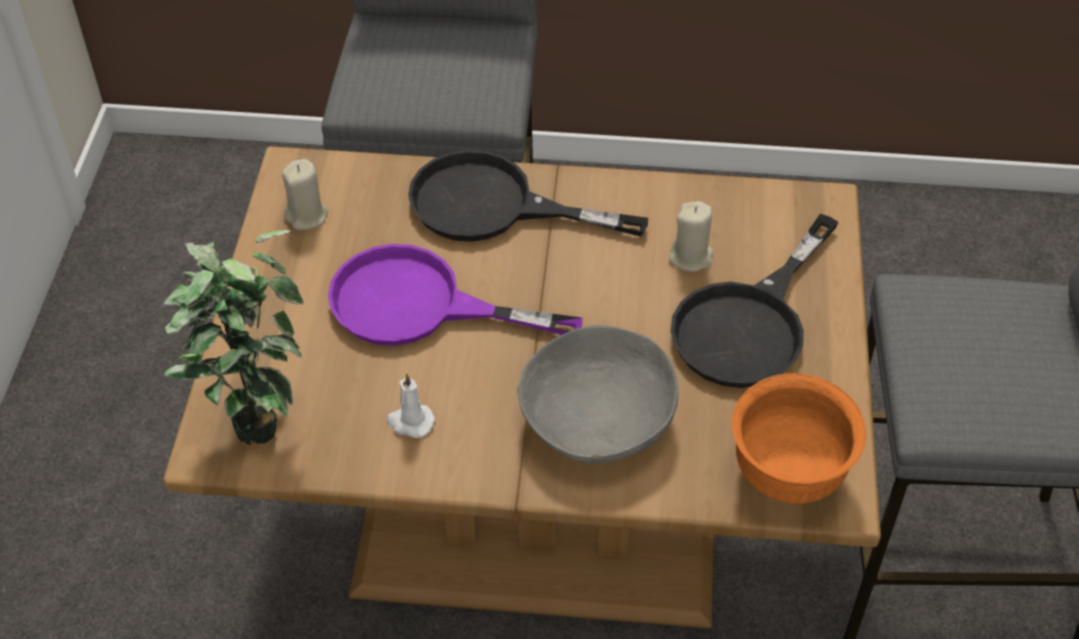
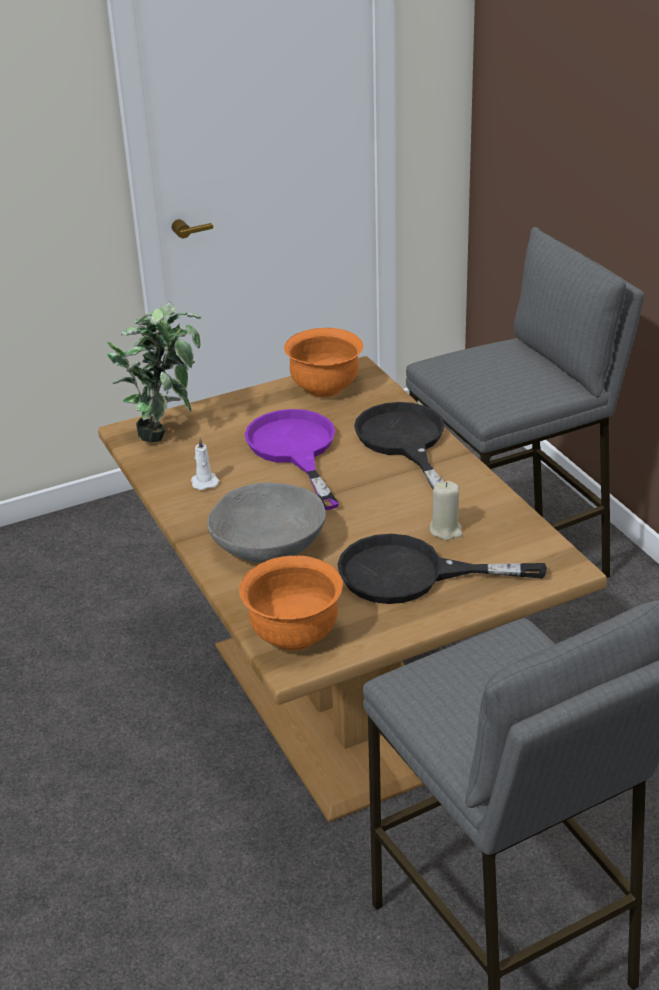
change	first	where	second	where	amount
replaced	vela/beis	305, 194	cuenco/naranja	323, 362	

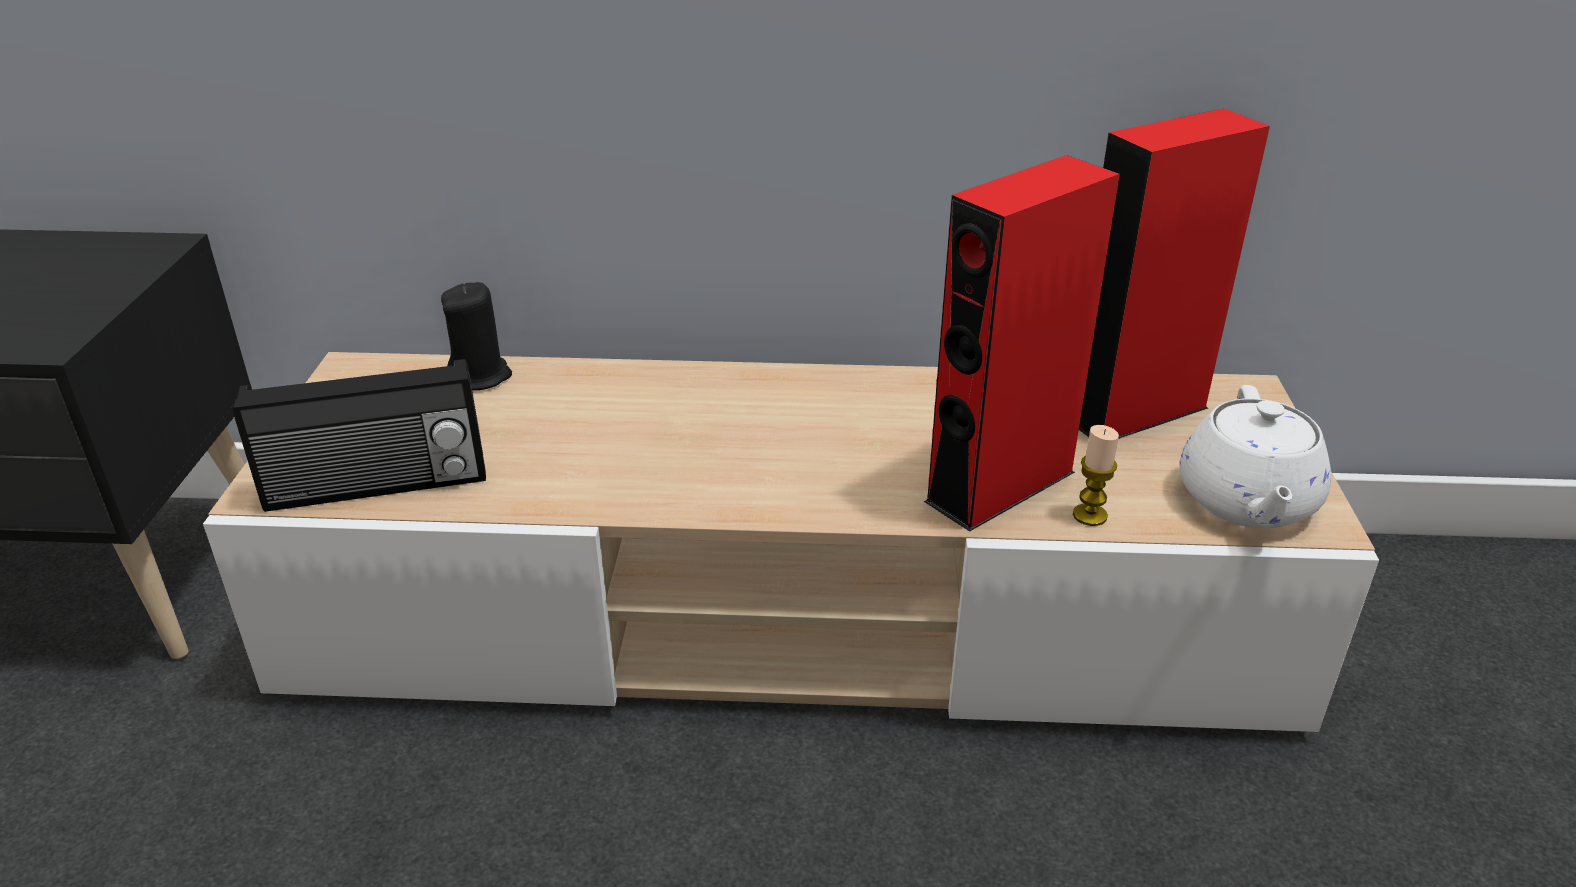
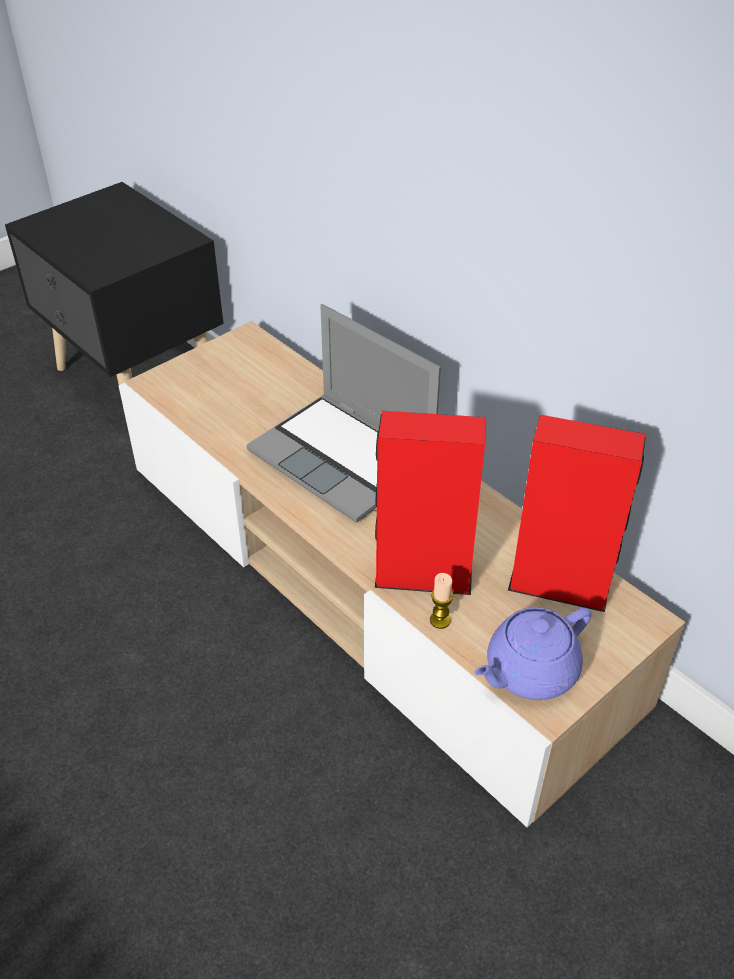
change	first	where	second	where	amount
removed	radio	359, 435			
removed	vela/negro	476, 336			
added			portátil	344, 413	
recoloured	tetera/blanco	1255, 456	tetera/morado	533, 653	

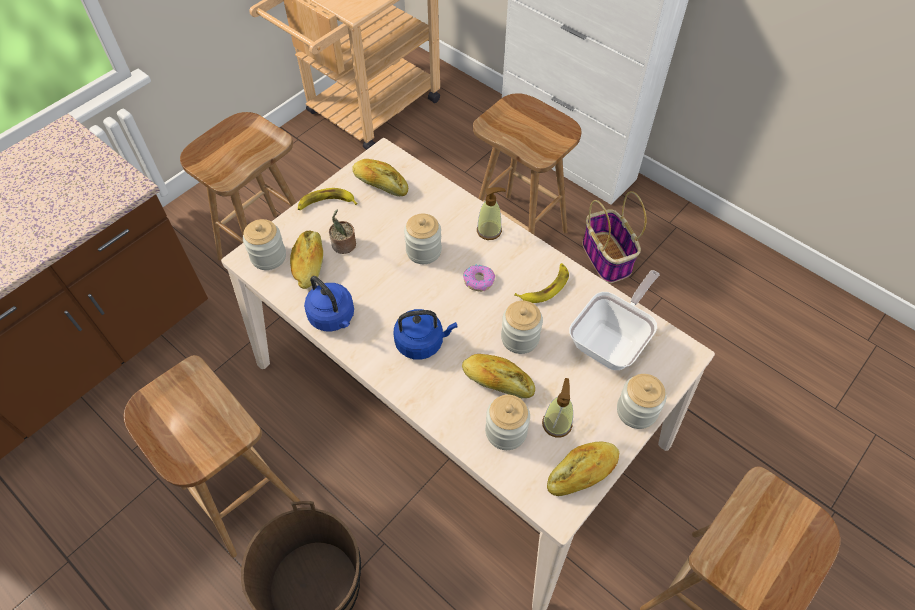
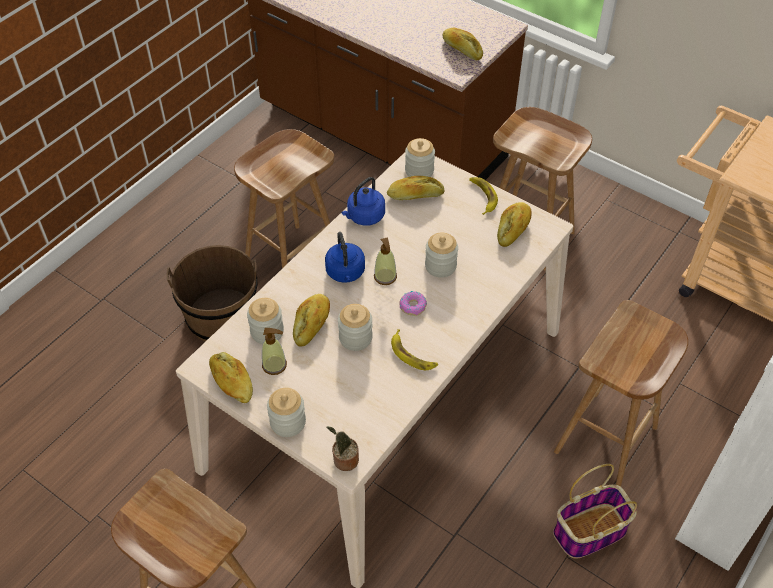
change	first	where	second	where	amount
removed	sartén	614, 320			
added			pan	463, 44	
moved	planta en maceta	342, 231		342, 448	
moved	dispensador de jabón	491, 213		385, 261	

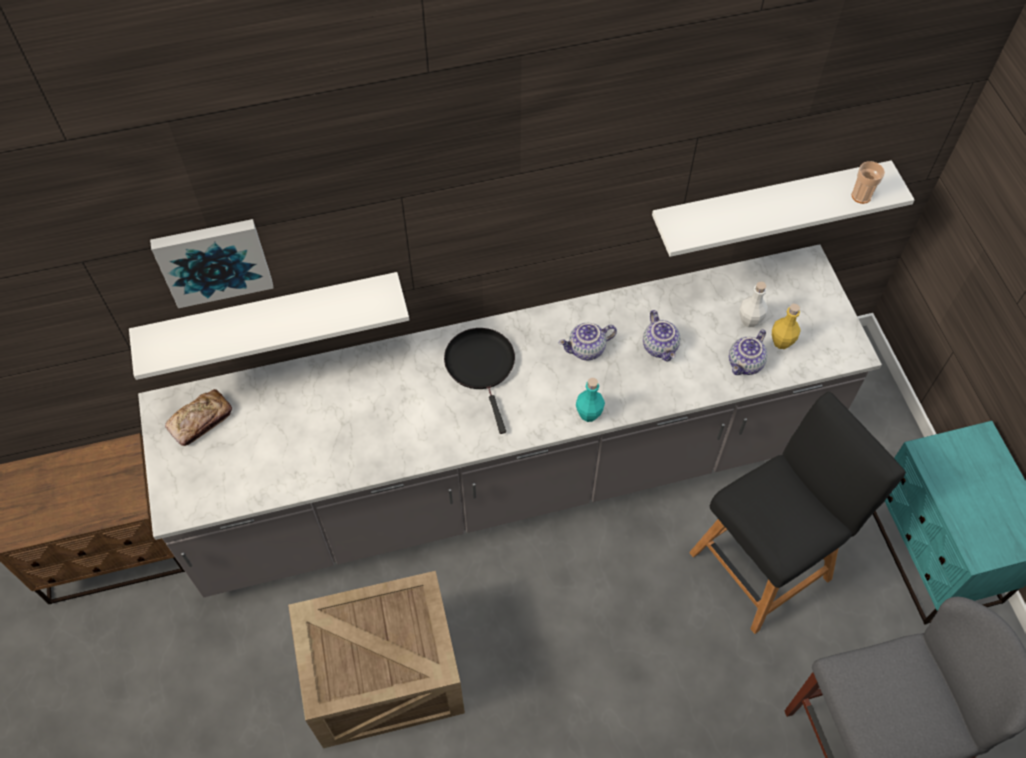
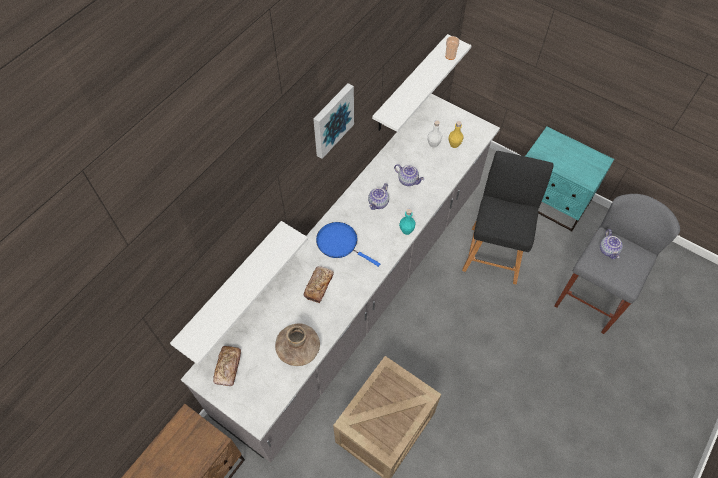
change	first	where	second	where	amount
added			florero/marrón	297, 344	
added			pan	319, 284	
moved	cuadro	212, 263		333, 121	
moved	tetera	748, 352		611, 244	
recoloured	sartén/negro	479, 381	sartén/azul	348, 244	

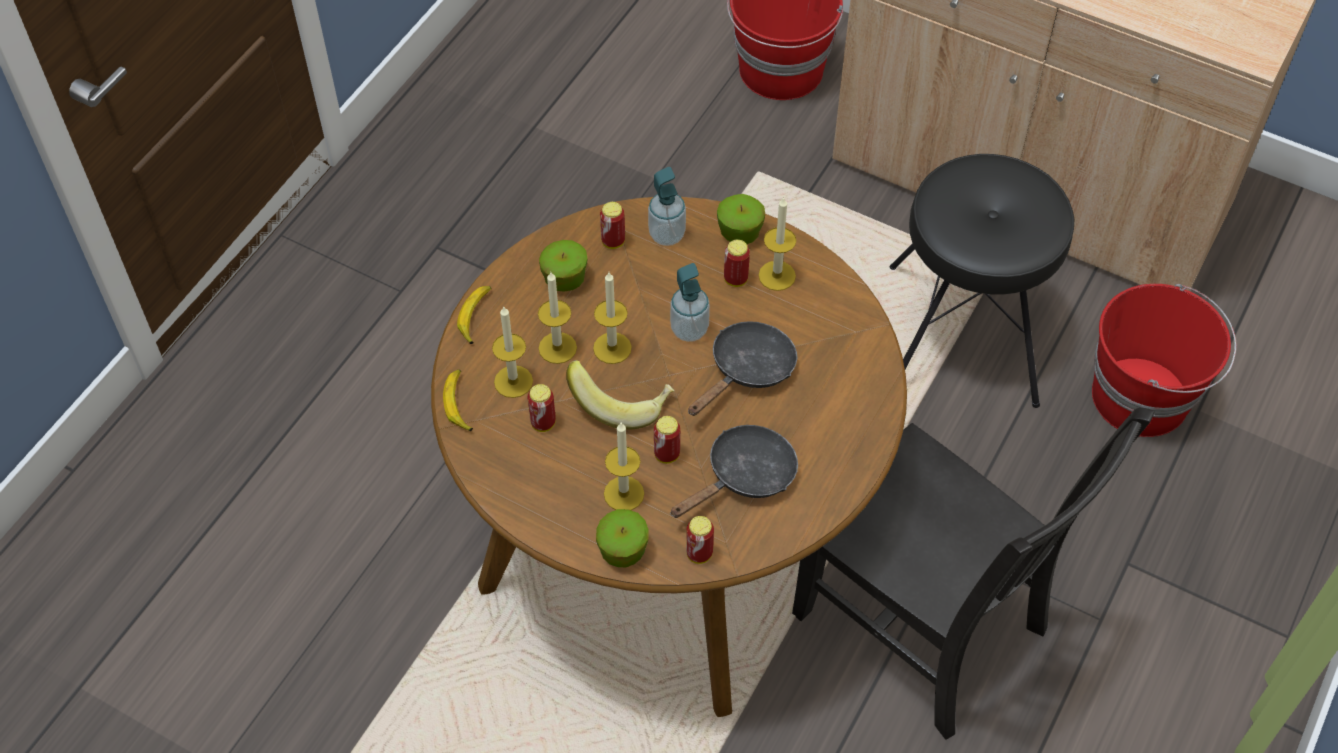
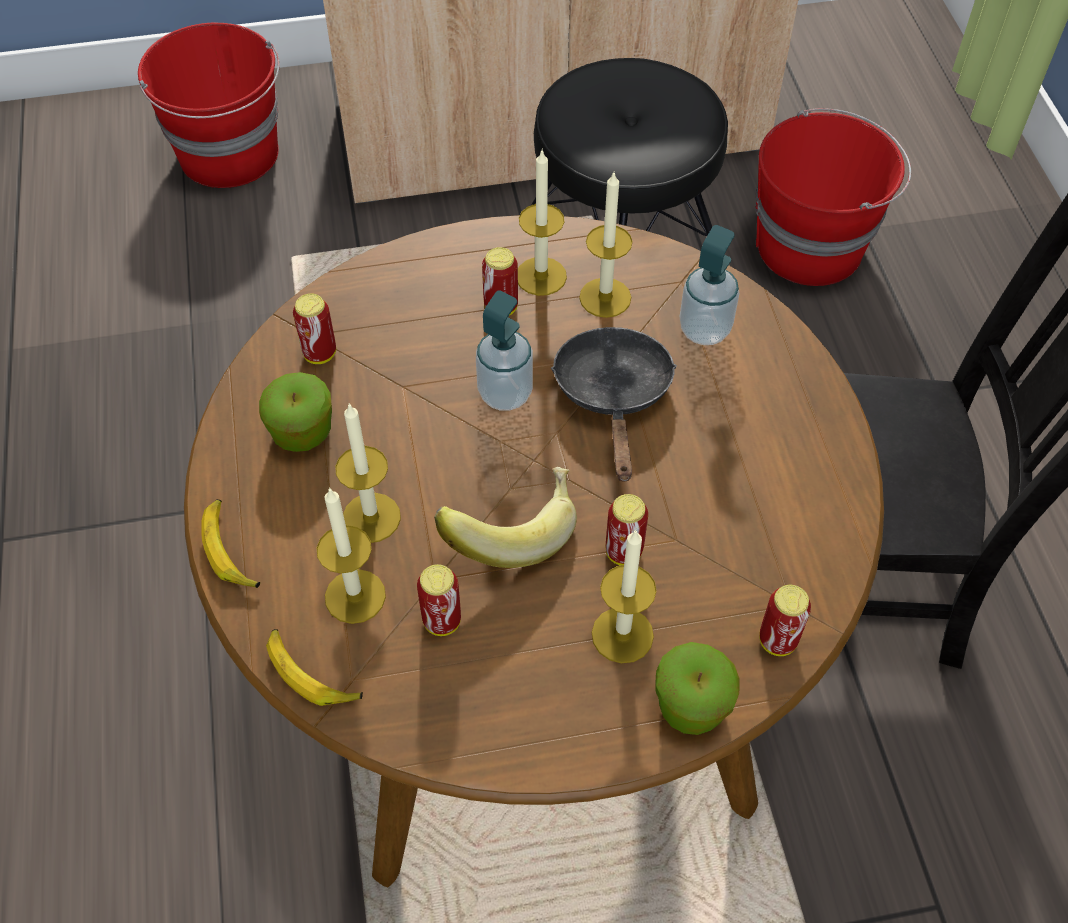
change	first	where	second	where	amount
removed	sartén/negro	734, 471			
removed	manzana	741, 219			
moved	vela	612, 318		606, 245	
moved	dispensador de jabón	667, 206		709, 285	

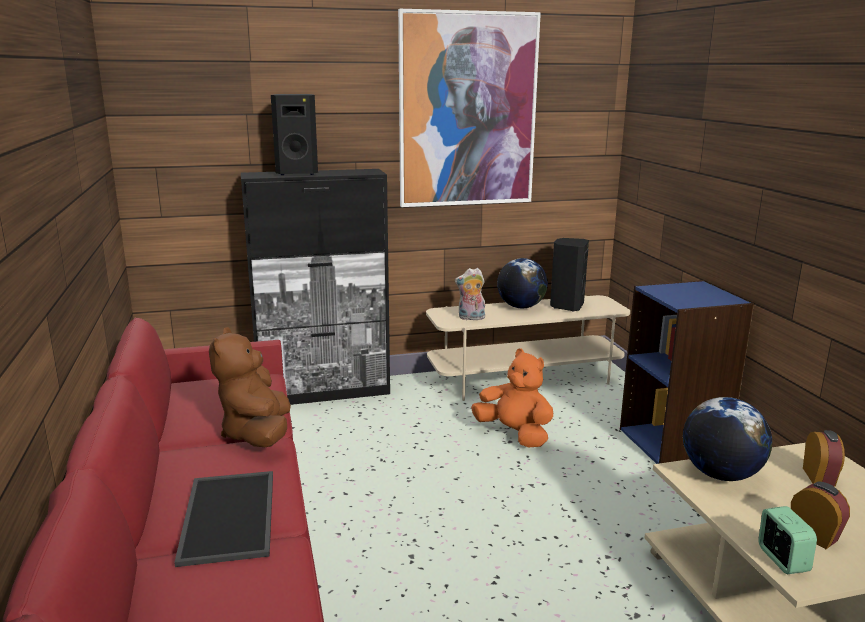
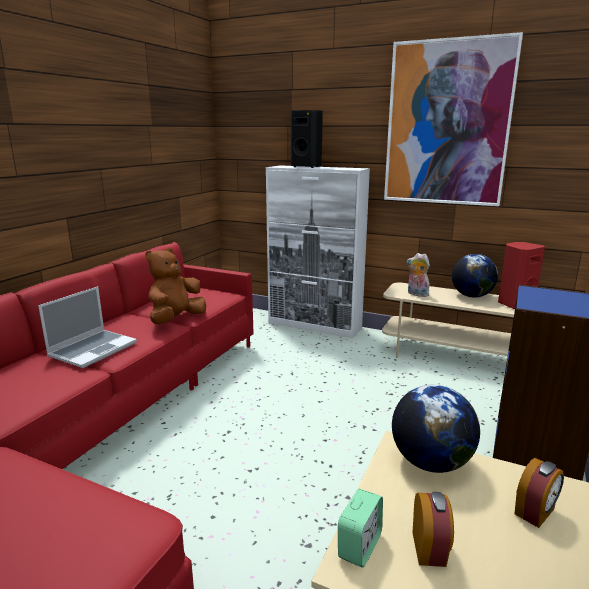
change	first	where	second	where	amount
removed	peluche/naranja	512, 398			
replaced	bandeja	223, 519	portátil	87, 327	
recoloured	armario/negro	315, 287	armario/blanco	318, 252	
recoloured	altavoz/negro	569, 274	altavoz/rojo	521, 275	

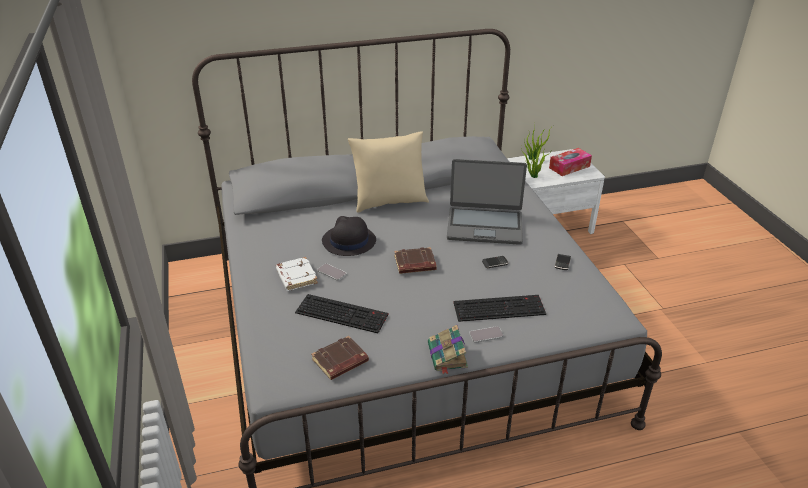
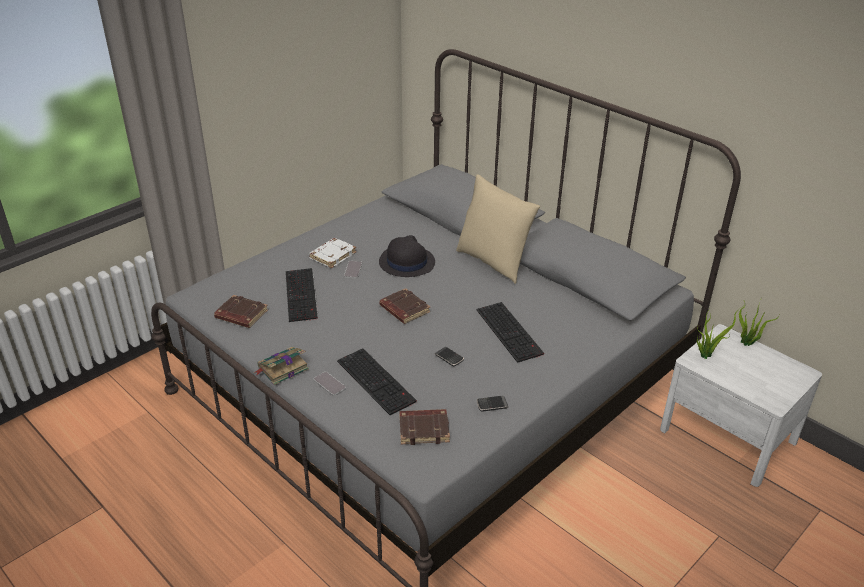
change	first	where	second	where	amount
removed	caja de pañuelos	570, 162			
added			libro/marrón	424, 427	
replaced	portátil	487, 202	teclado	510, 332	

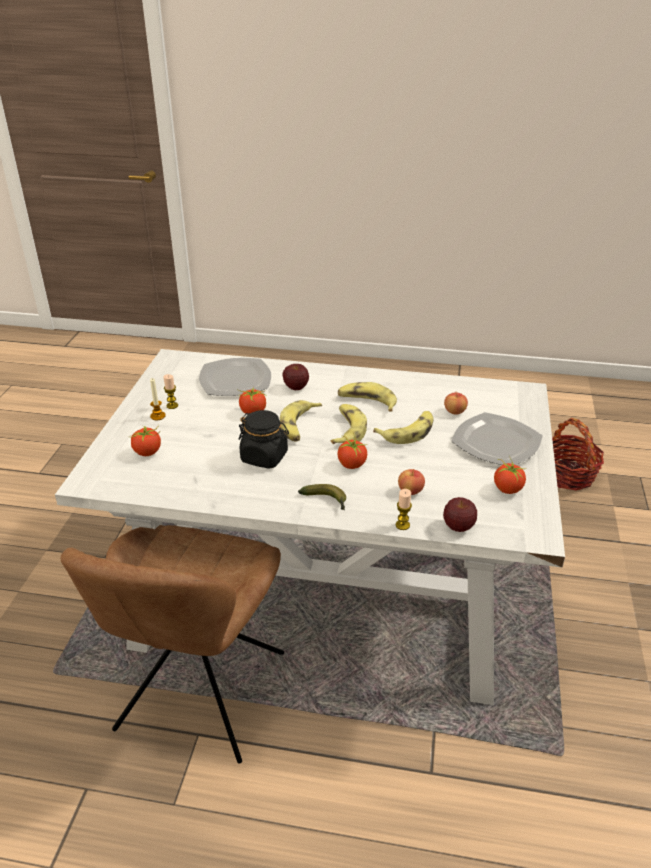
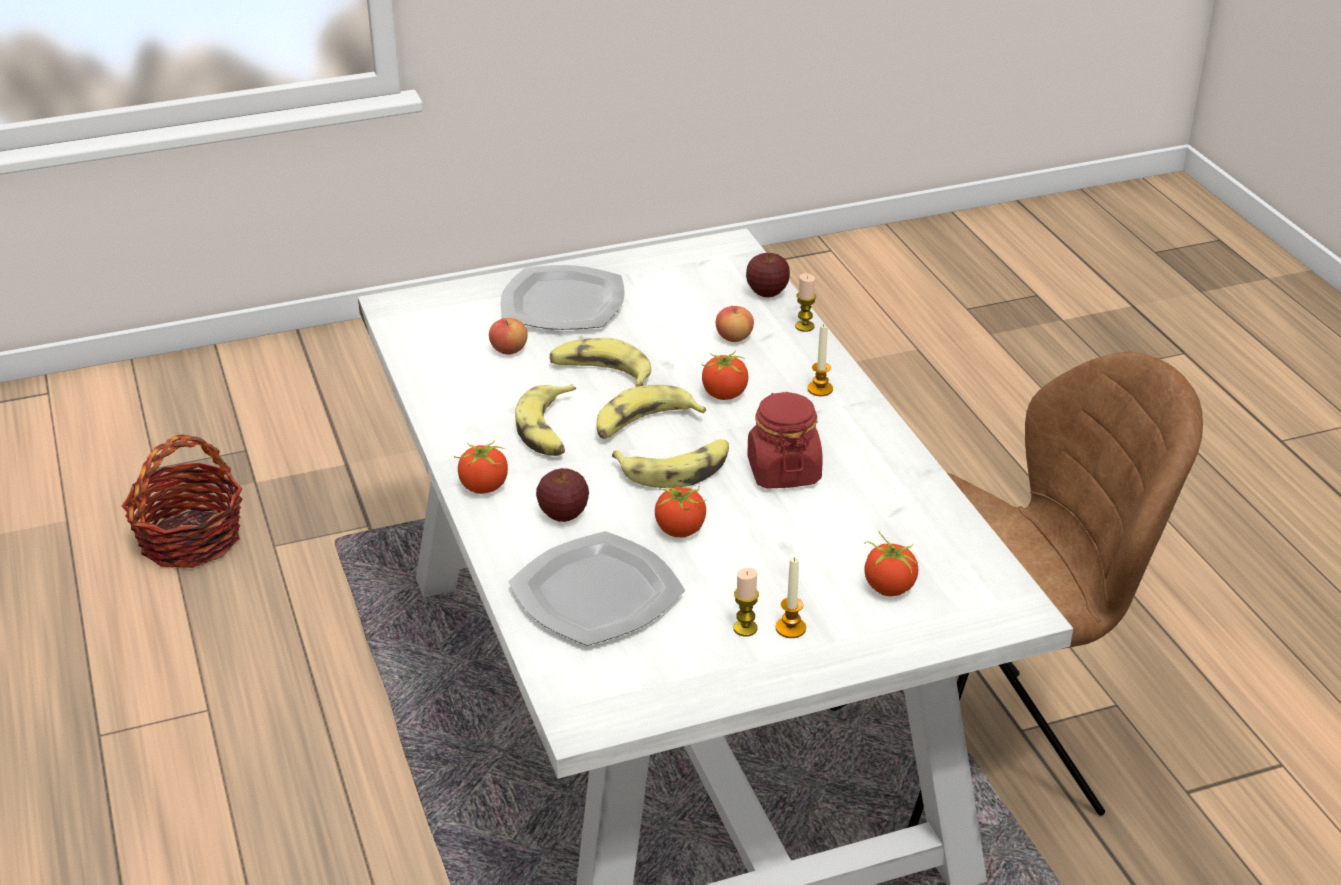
change	first	where	second	where	amount
moved	tomate	510, 476		481, 467	
replaced	plátano	322, 497	vela	820, 360	
recoloured	tarro/negro	263, 439	tarro/rojo	785, 440	

